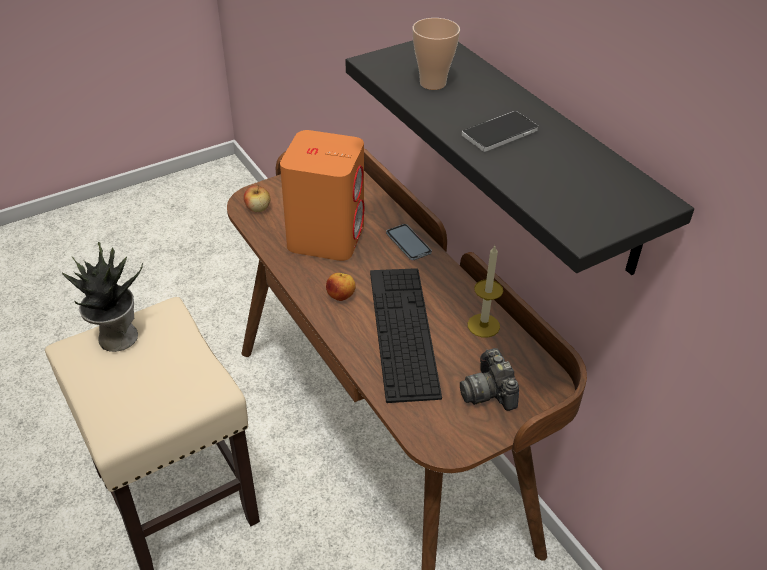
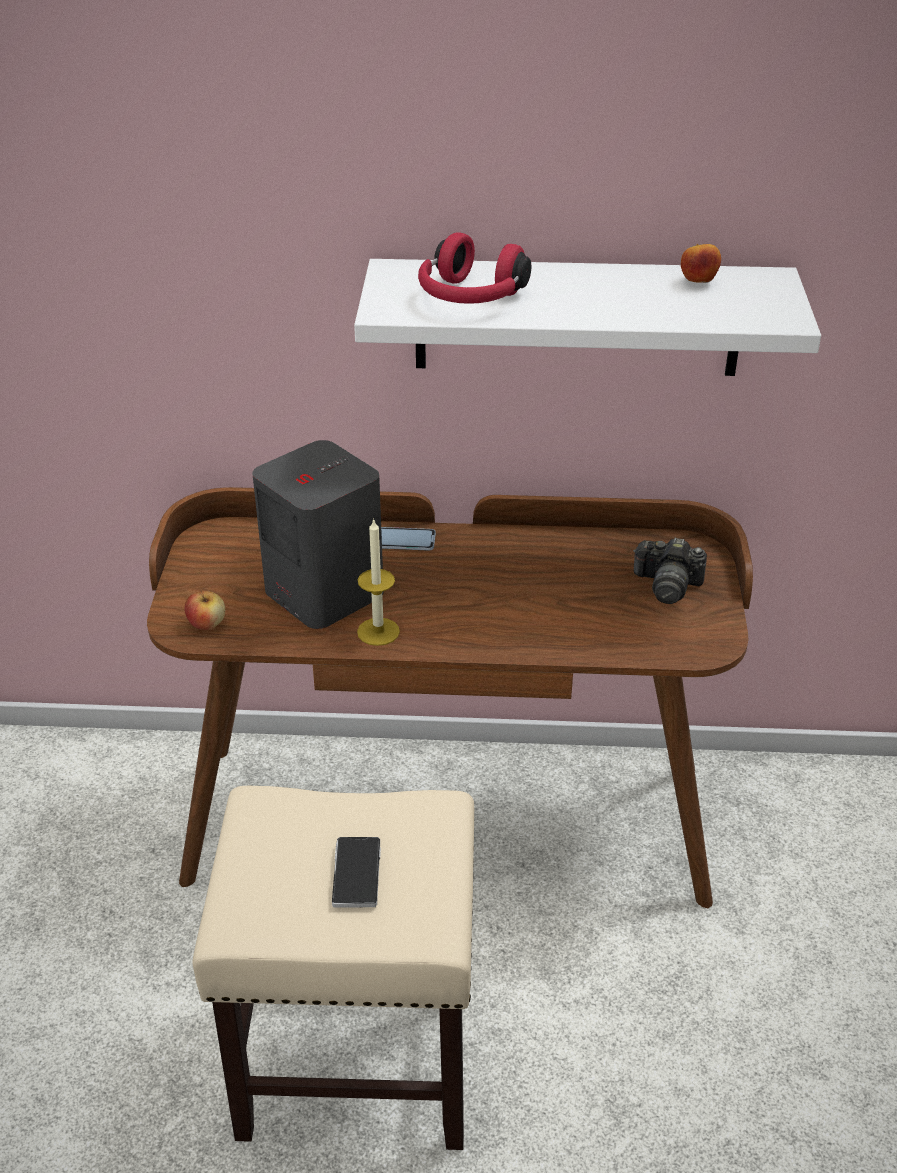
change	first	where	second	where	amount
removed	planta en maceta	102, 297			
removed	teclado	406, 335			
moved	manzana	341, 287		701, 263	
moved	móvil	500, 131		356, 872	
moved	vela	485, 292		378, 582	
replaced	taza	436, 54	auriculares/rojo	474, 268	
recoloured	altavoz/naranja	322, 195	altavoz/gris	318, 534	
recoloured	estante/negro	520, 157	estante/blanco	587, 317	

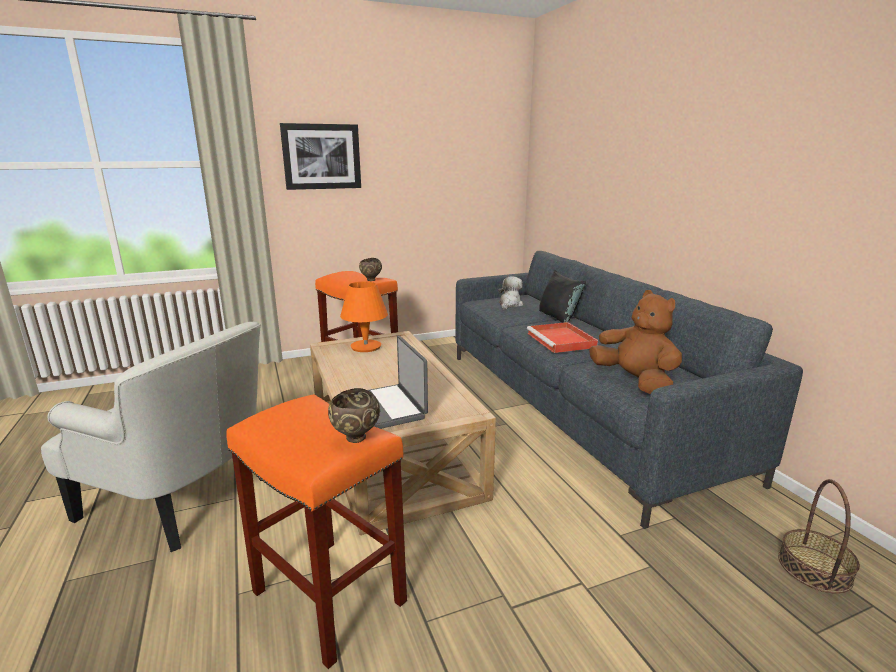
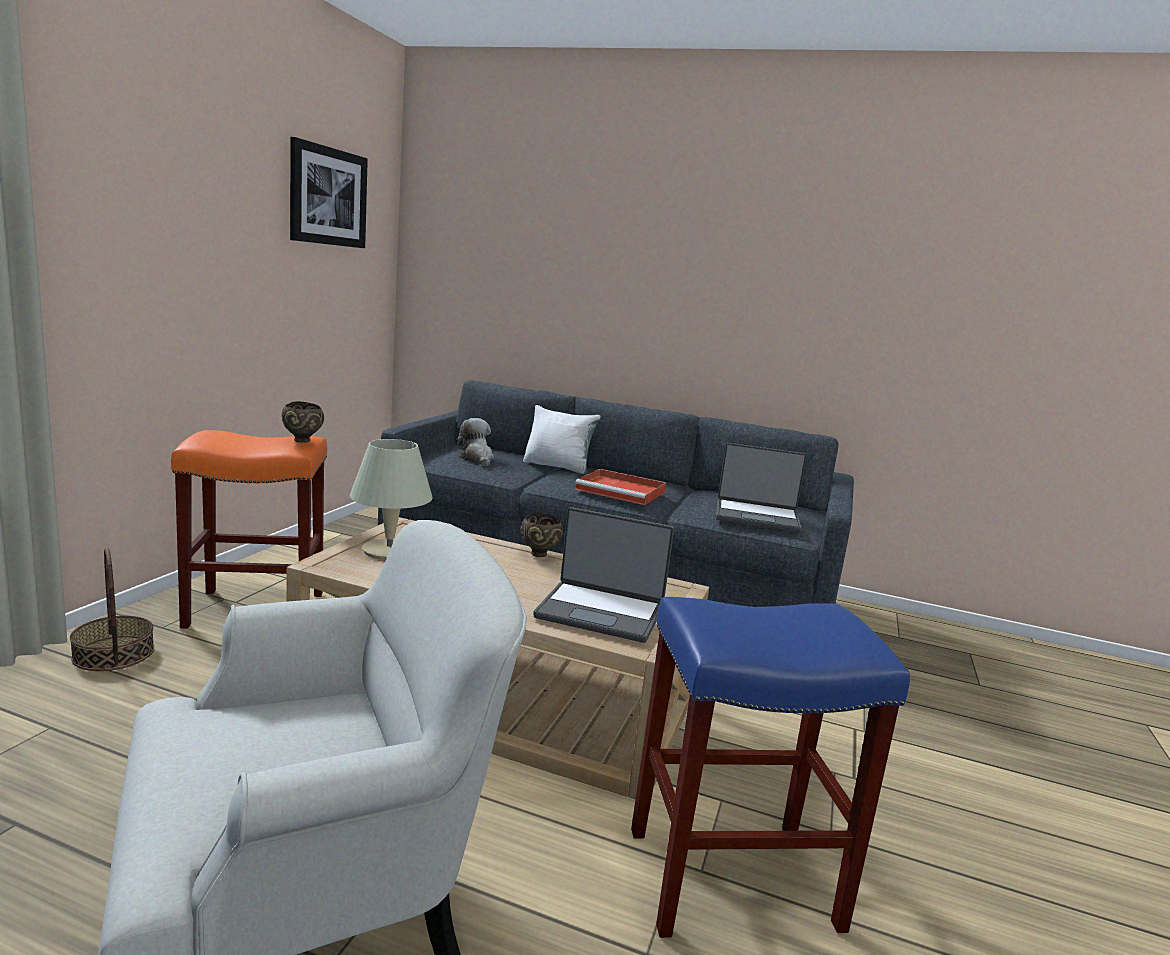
change	first	where	second	where	amount
moved	cuadro	320, 156		329, 192	
moved	cuenco/marrón	354, 415		542, 534	
moved	cesta	819, 536		112, 609	
replaced	peluche/marrón	635, 342	portátil	761, 487	
recoloured	taburete/naranja	316, 531	taburete/azul	770, 767	
recoloured	lámpara de mesa/naranja	364, 316	lámpara de mesa/beis	391, 499	
recoloured	cojín/negro	562, 296	cojín/blanco	562, 439	

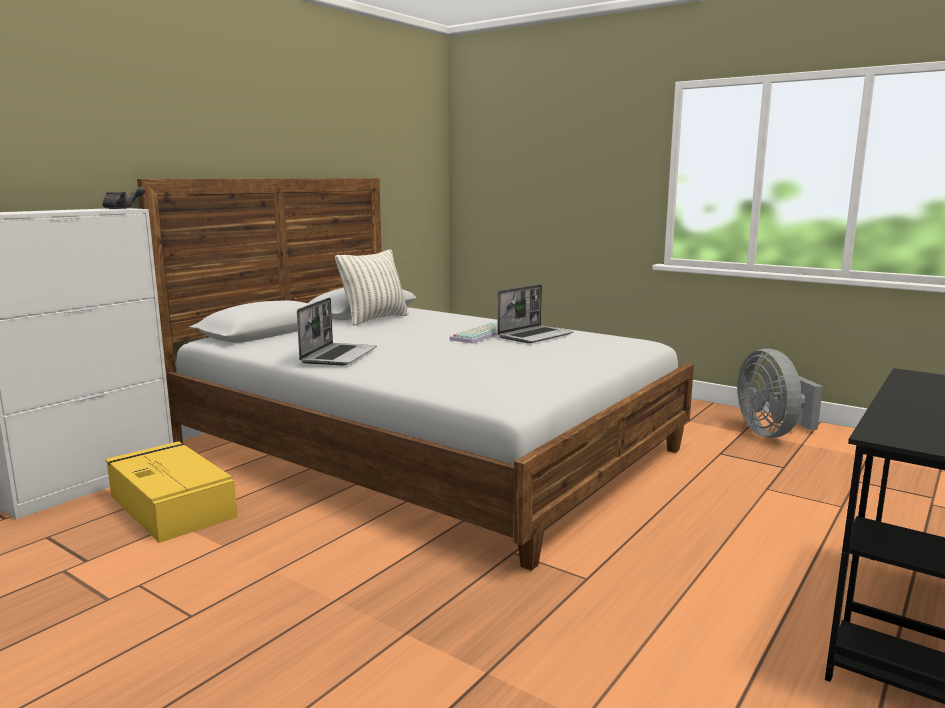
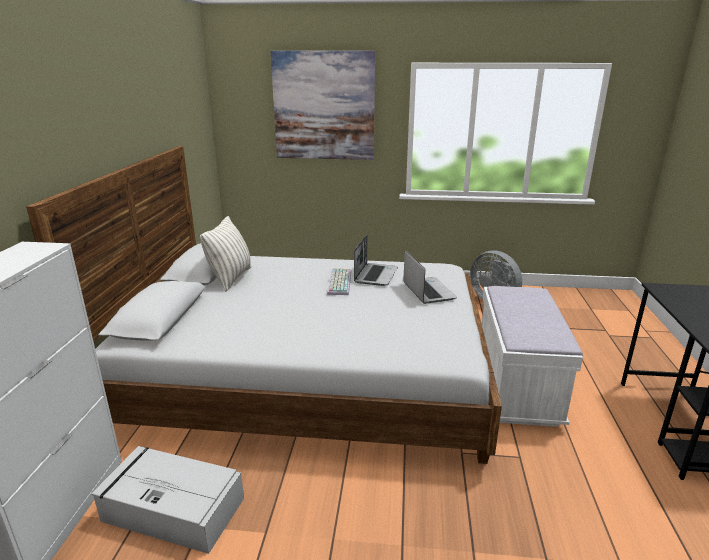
change	first	where	second	where	amount
removed	tetera/gris	124, 198			
added			cuadro	323, 105	
added			banco/blanco	532, 356	
moved	portátil	337, 331		430, 277	
recoloured	caja de almacenaje/amarillo	171, 492	caja de almacenaje/gris	168, 500	

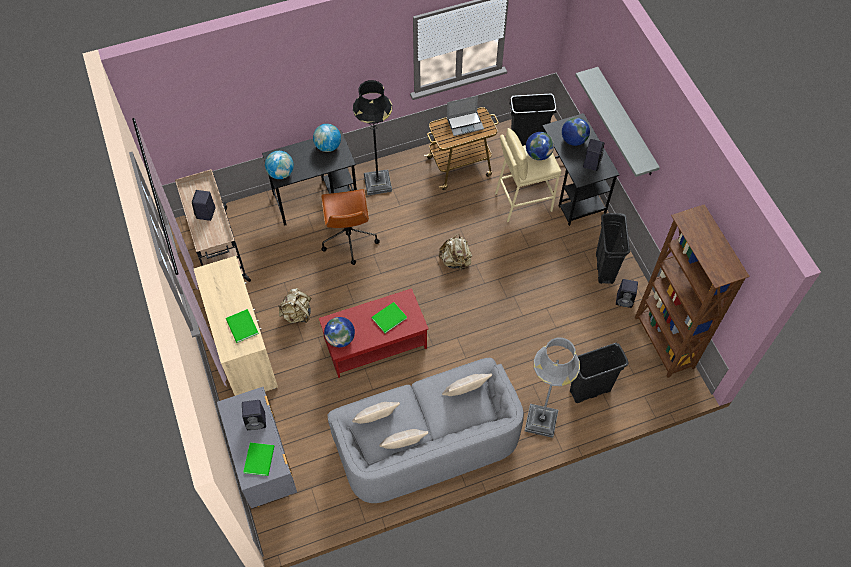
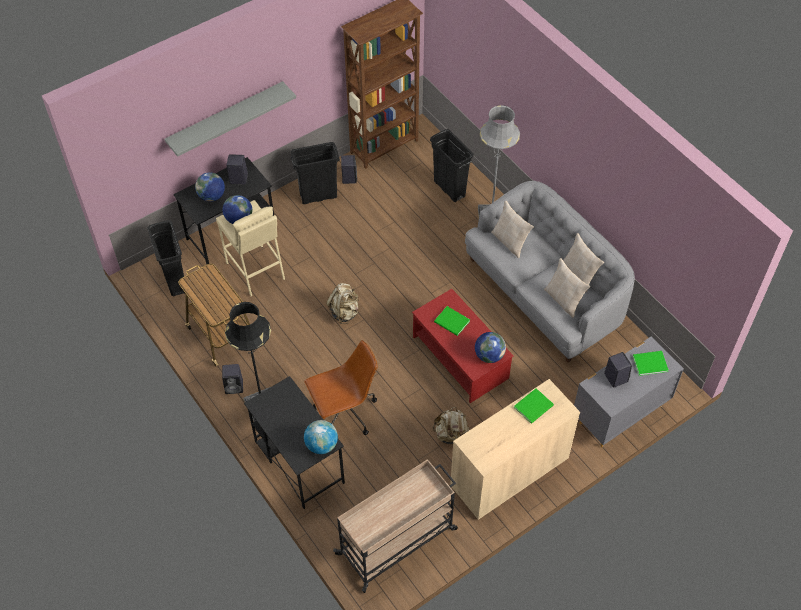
change	first	where	second	where	amount
removed	globo terráqueo	327, 138			
removed	portátil	465, 115			
moved	altavoz/negro	204, 205		232, 379	

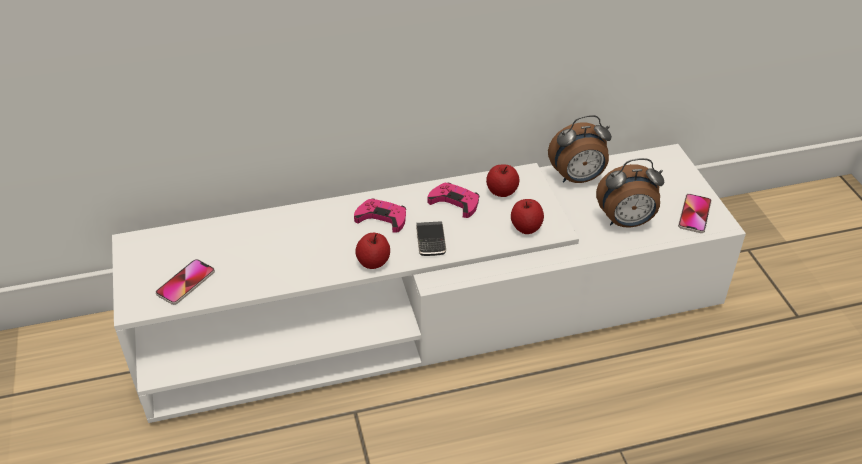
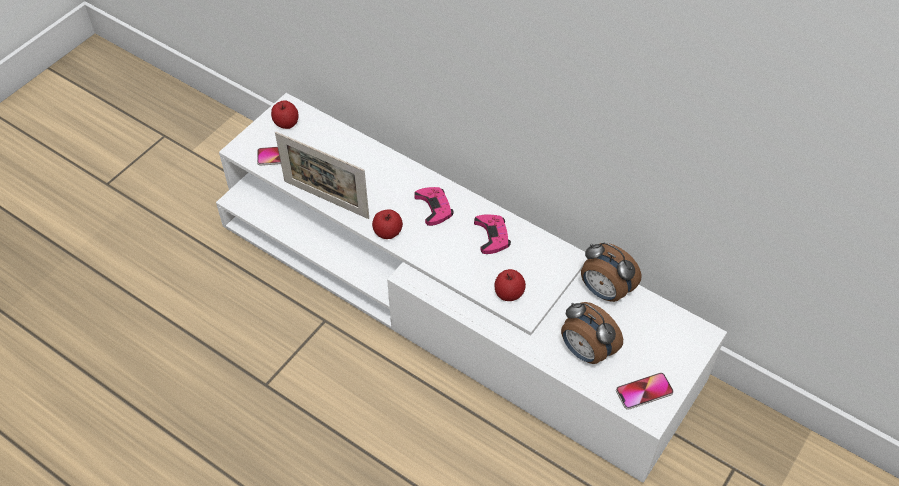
change	first	where	second	where	amount
removed	móvil	431, 238			
added			portarretratos	322, 175	
moved	manzana	502, 181		284, 114	

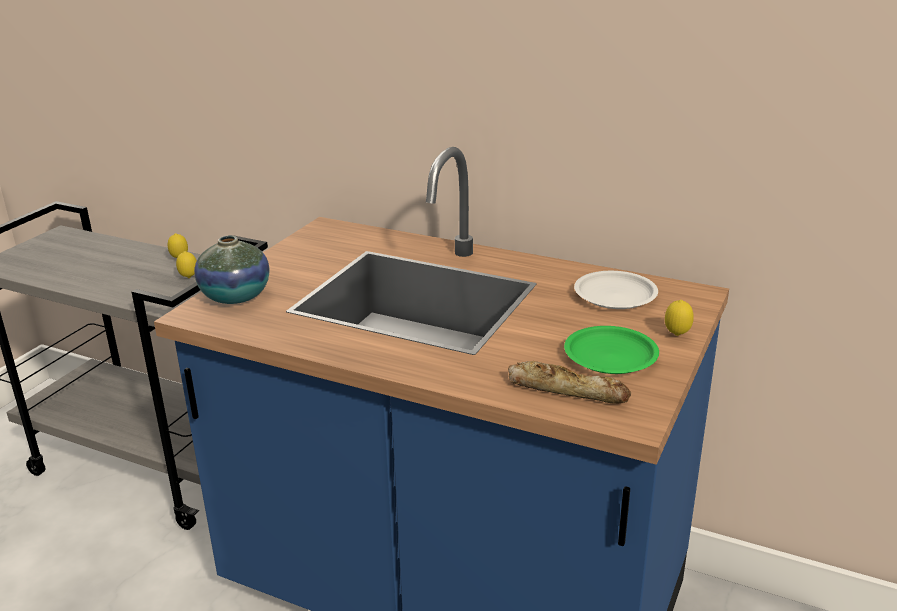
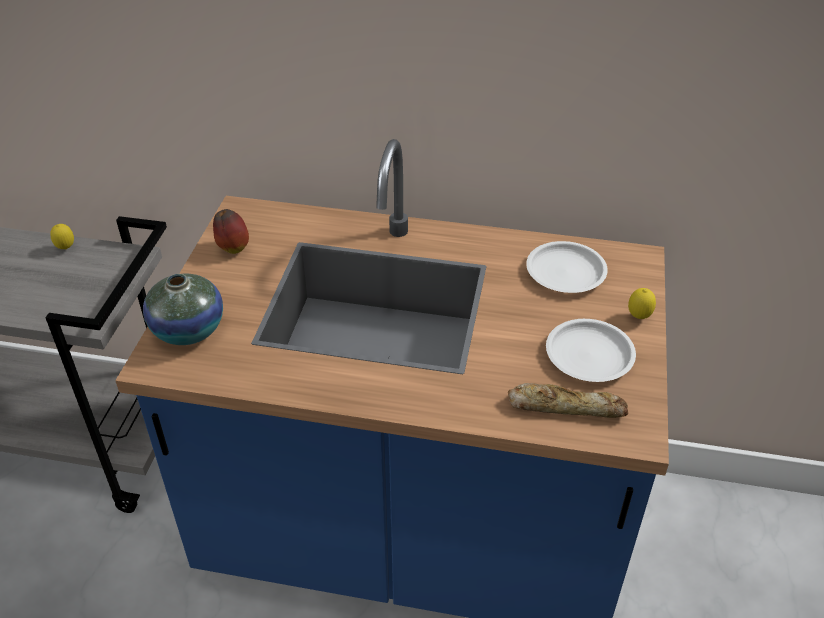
change	first	where	second	where	amount
removed	limón	186, 264			
added			manzana	231, 231	
recoloured	plato/verde	611, 350	plato/blanco	591, 350	

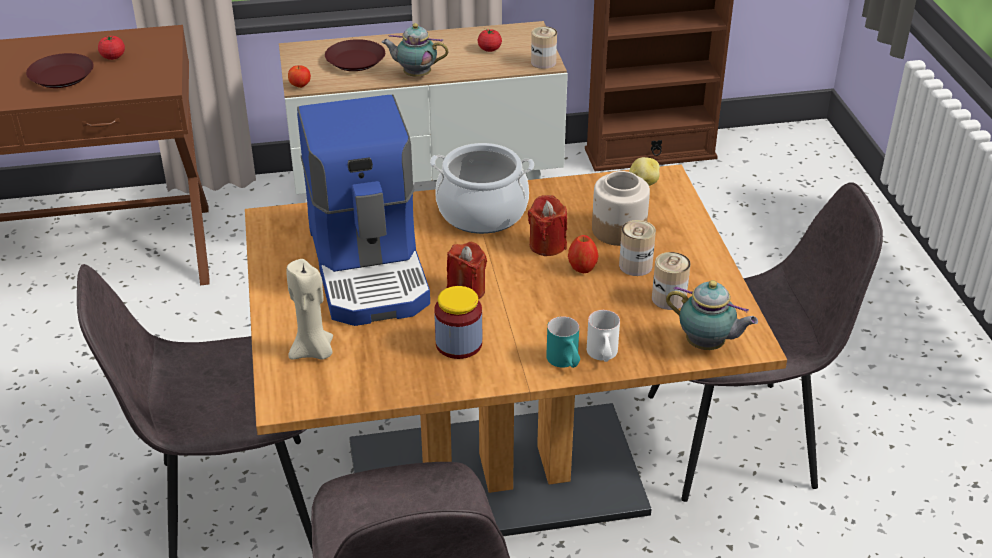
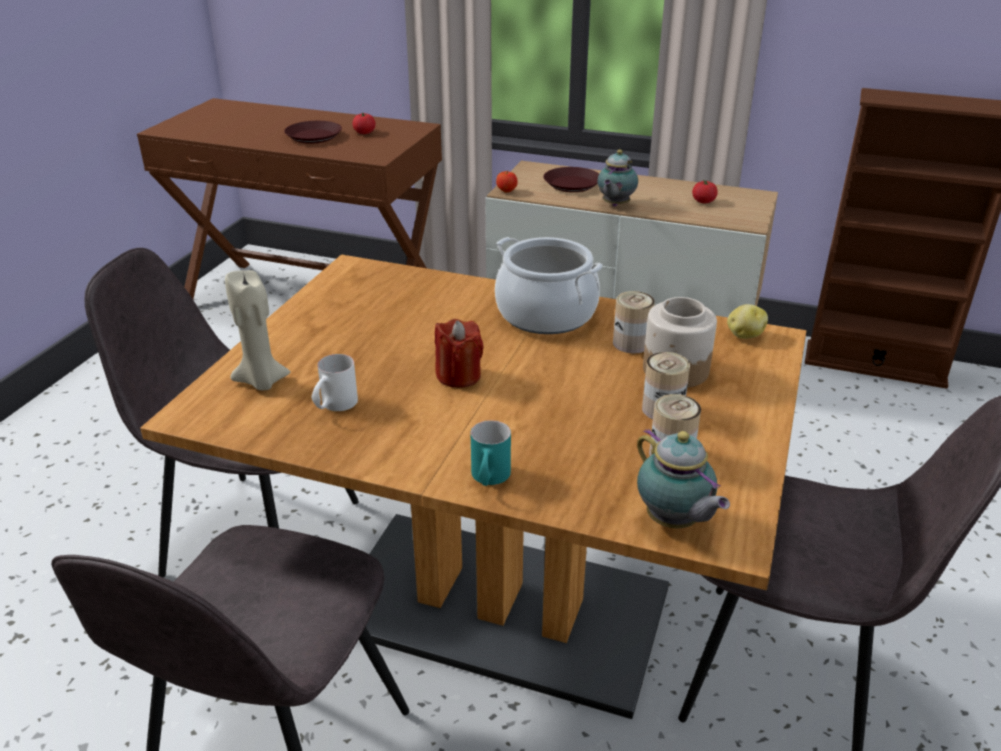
change	first	where	second	where	amount
removed	cafetera	363, 210			
removed	tarro	458, 322			
removed	vela/rojo	547, 225			
removed	manzana	583, 254			
moved	lata	544, 47		634, 322	
moved	taza grande/blanco	603, 336		335, 382	
turned	tetera	414, 50		617, 178	105 degrees counterclockwise

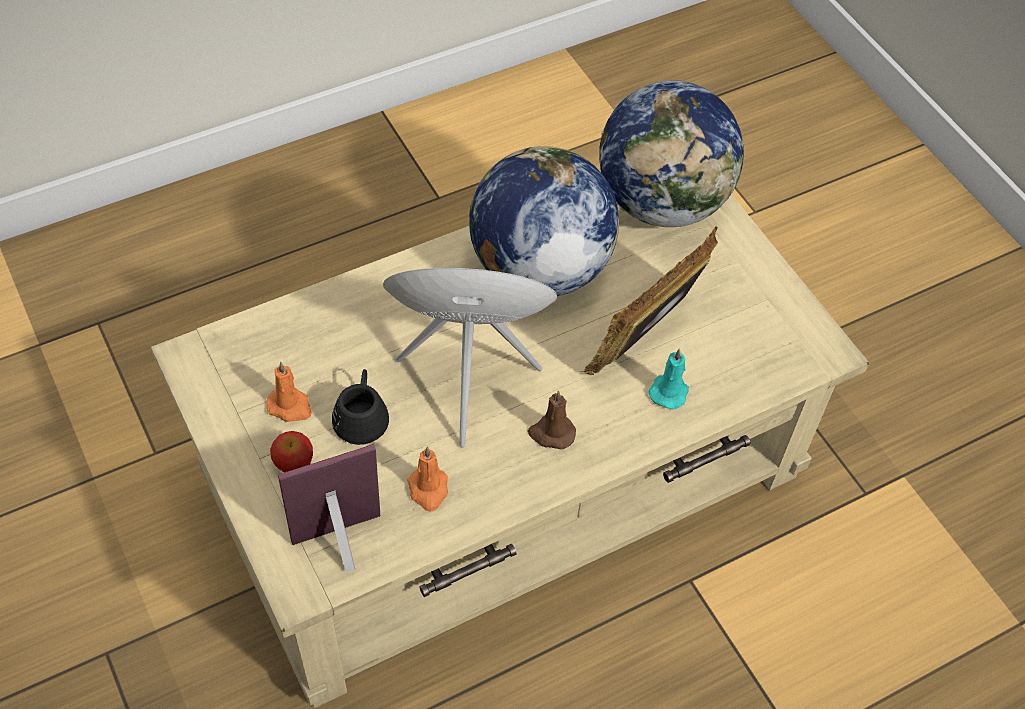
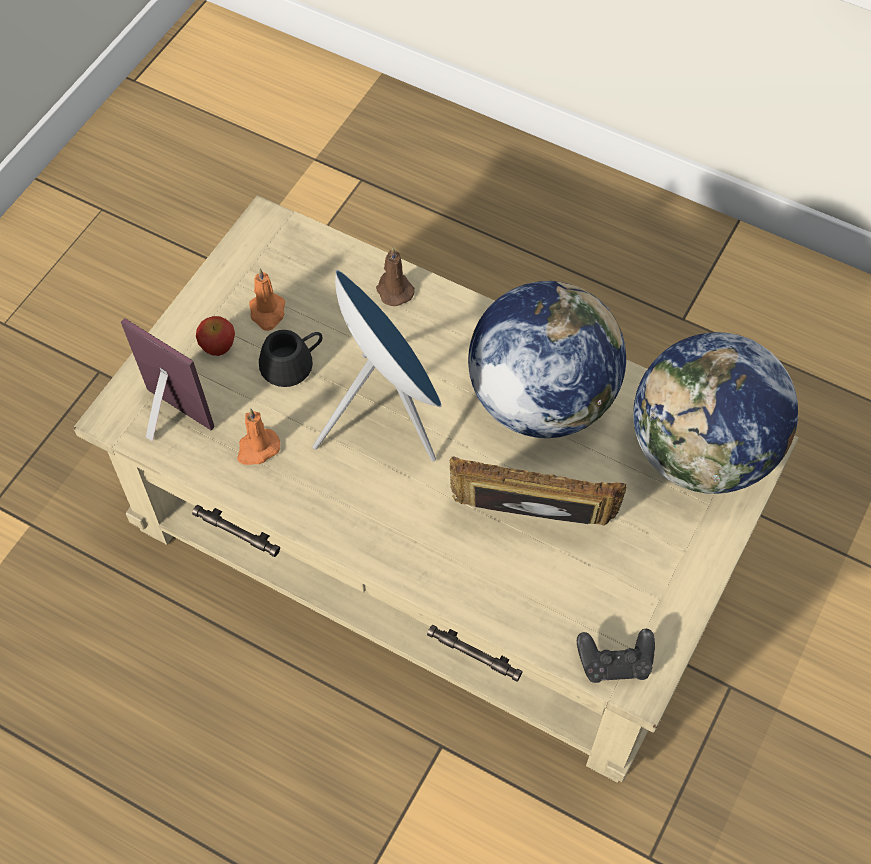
change	first	where	second	where	amount
removed	vela/turquesa	668, 378			
added			mando de consola/negro	616, 656	
moved	vela/marrón	552, 419		395, 277	

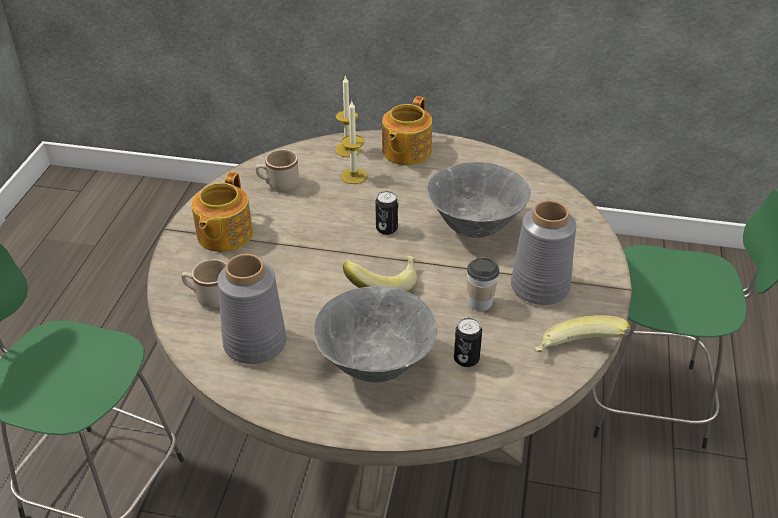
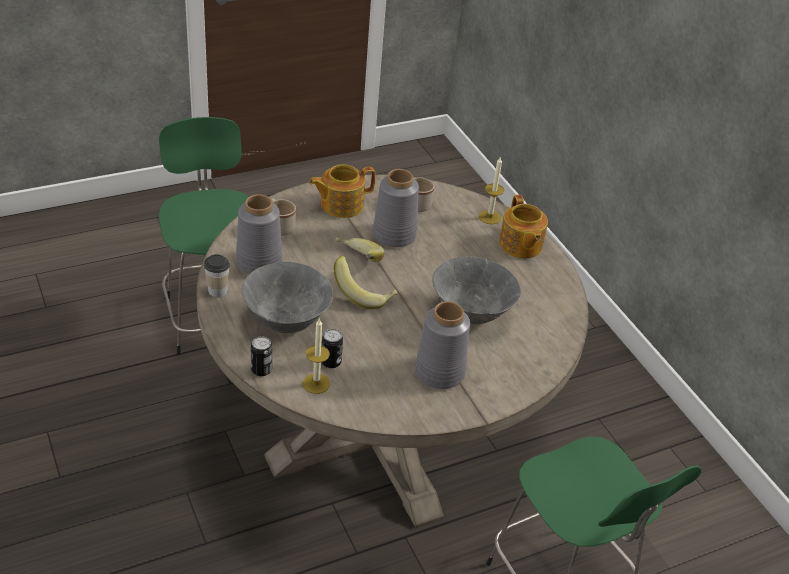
change	first	where	second	where	amount
added			florero/gris	396, 208	
moved	vela	354, 142		316, 356	
moved	lata	387, 213		261, 356	
moved	taza	483, 284		217, 275	
moved	plátano	582, 333		360, 249	
turned	tetera	407, 130		523, 226	90 degrees counterclockwise

